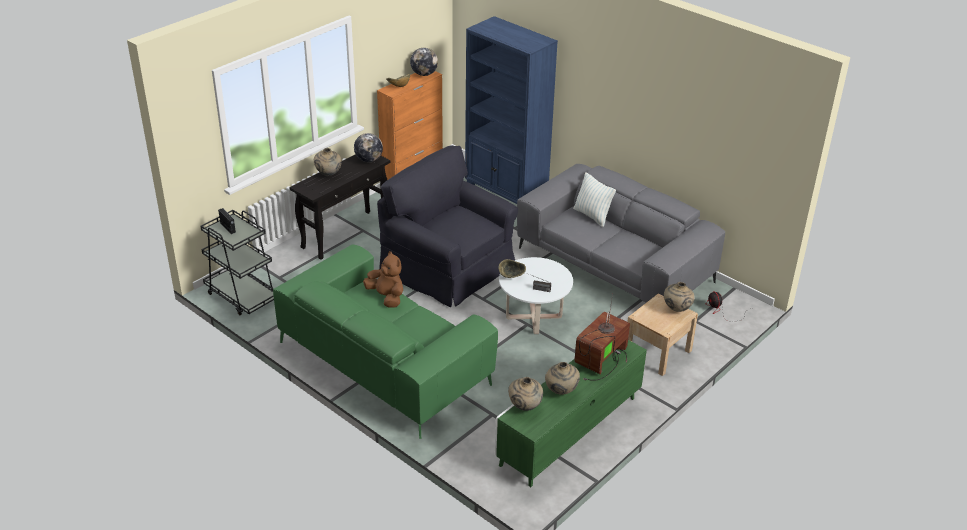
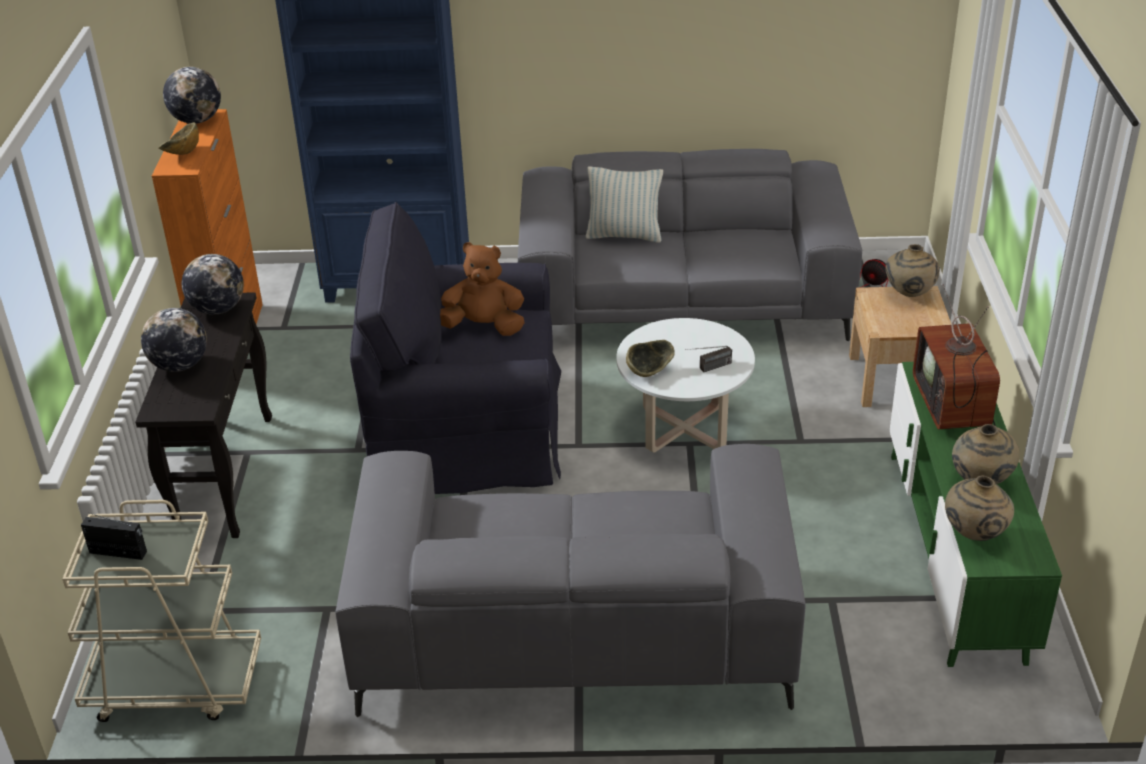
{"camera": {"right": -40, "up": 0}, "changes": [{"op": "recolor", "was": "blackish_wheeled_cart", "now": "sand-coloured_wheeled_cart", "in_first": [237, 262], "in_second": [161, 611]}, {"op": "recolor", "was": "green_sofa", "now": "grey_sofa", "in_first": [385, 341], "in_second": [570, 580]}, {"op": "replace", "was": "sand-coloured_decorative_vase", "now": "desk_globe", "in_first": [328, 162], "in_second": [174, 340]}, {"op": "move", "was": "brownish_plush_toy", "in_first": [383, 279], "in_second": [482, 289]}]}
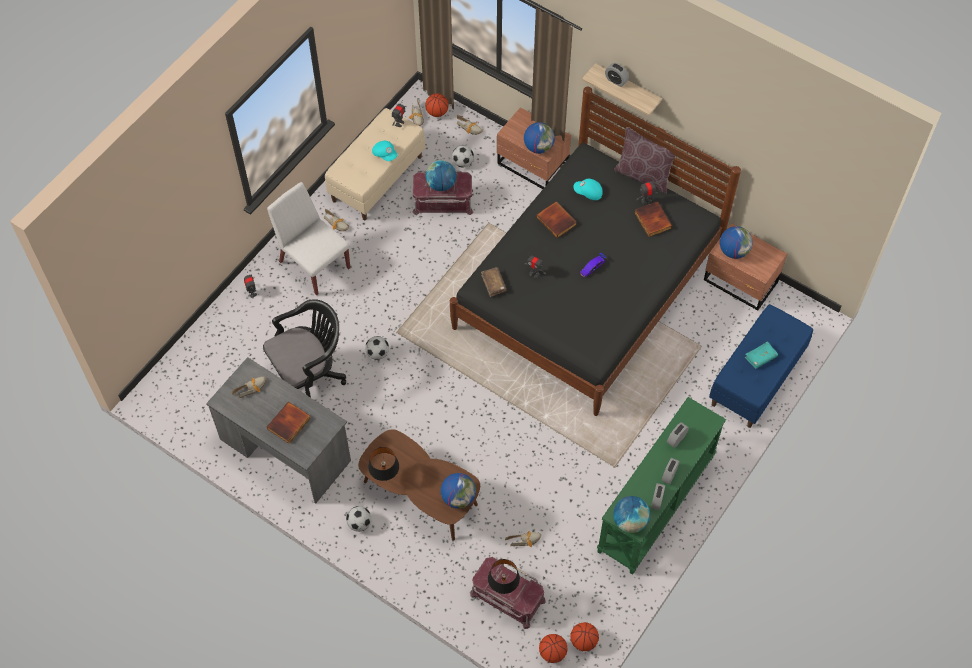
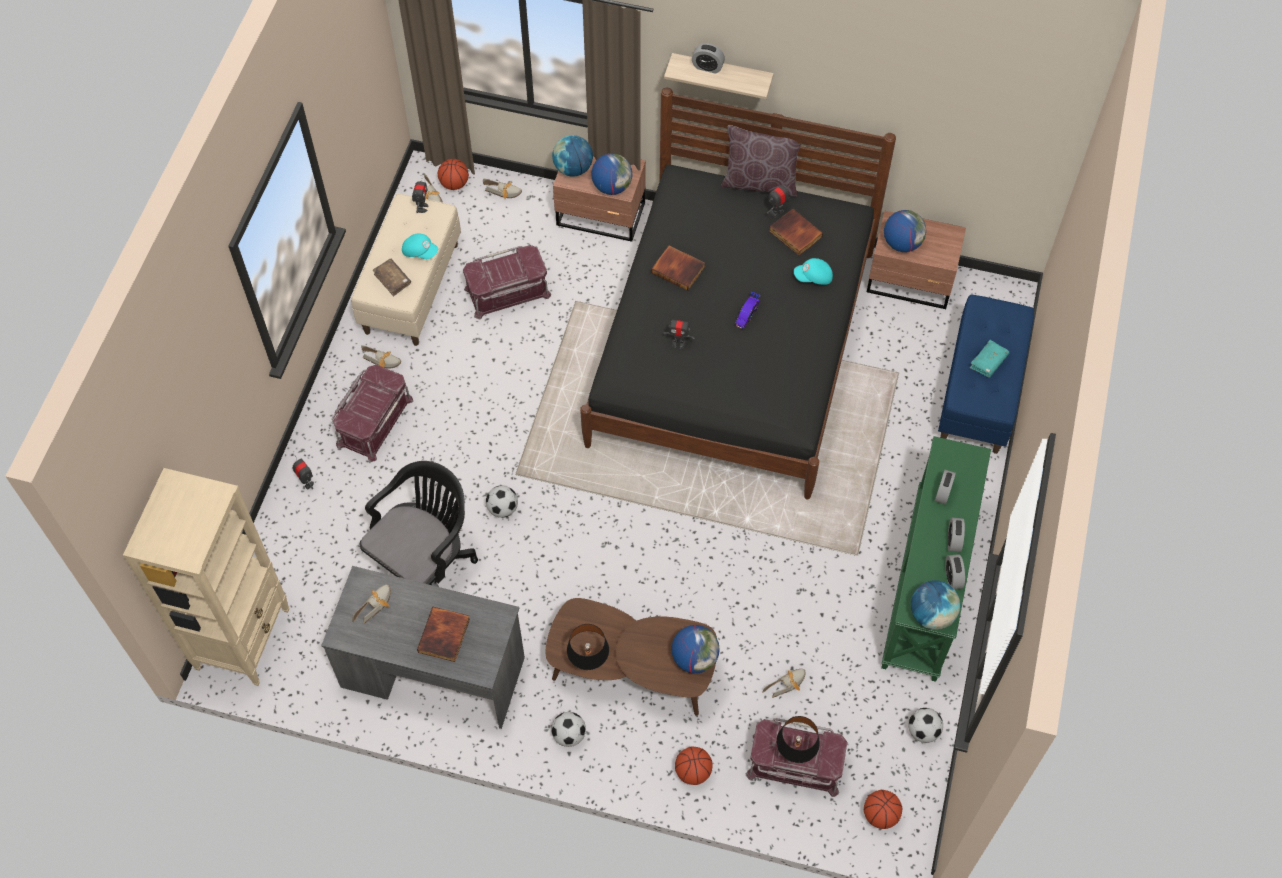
{"camera": {"right": -20, "up": 0}, "changes": [{"op": "replace", "was": "white_chair", "now": "red-coloured_storage_container", "in_first": [308, 239], "in_second": [372, 413]}, {"op": "move", "was": "desk_globe", "in_first": [441, 175], "in_second": [572, 156]}, {"op": "move", "was": "ball_for_football", "in_first": [463, 156], "in_second": [925, 725]}, {"op": "move", "was": "brownish_bound_book", "in_first": [494, 282], "in_second": [392, 278]}, {"op": "move", "was": "basketball_ball", "in_first": [584, 636], "in_second": [694, 766]}, {"op": "move", "was": "blue-green_baseball_cap", "in_first": [588, 189], "in_second": [813, 271]}, {"op": "insert", "now": "sand-coloured_shelving_unit", "in_second": [206, 577]}]}
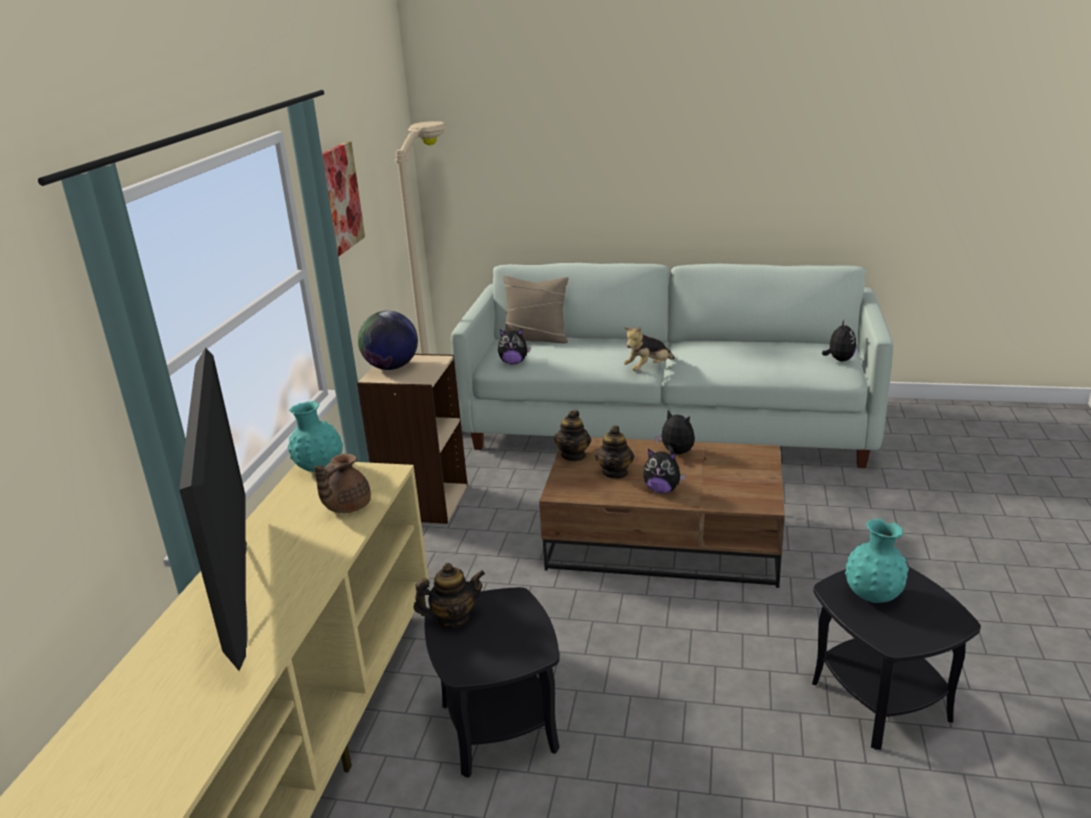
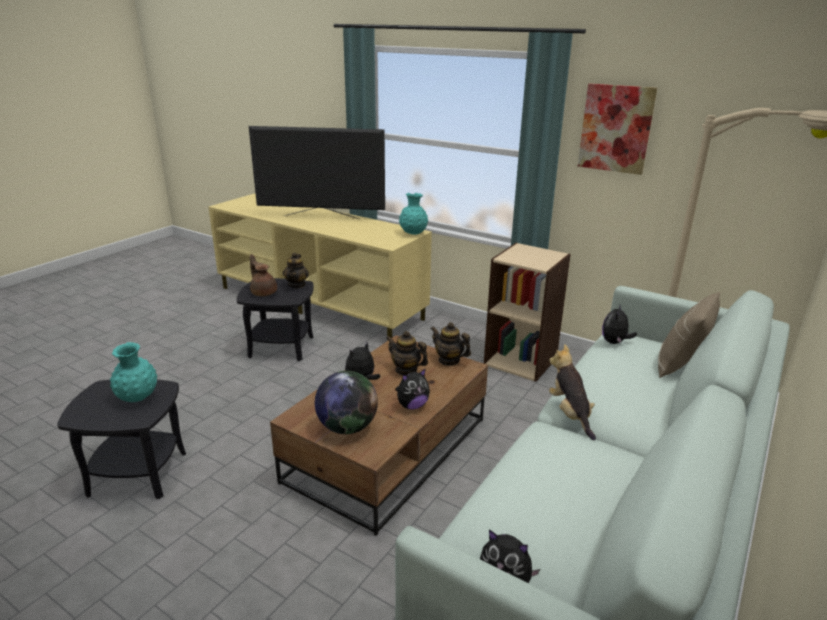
{"camera": {"right": 110, "up": 0}, "changes": [{"op": "move", "was": "brownish_teapot", "in_first": [342, 483], "in_second": [263, 275]}, {"op": "move", "was": "desk_globe", "in_first": [388, 340], "in_second": [346, 402]}]}
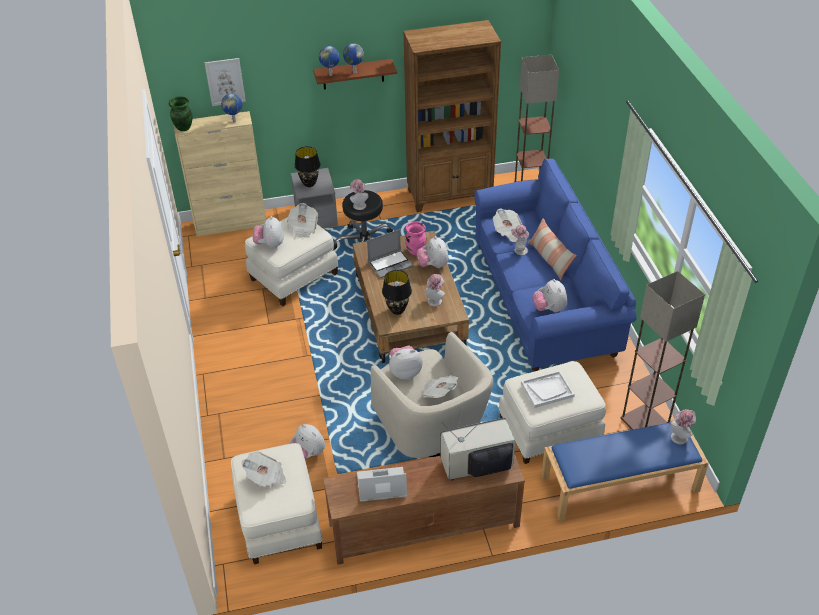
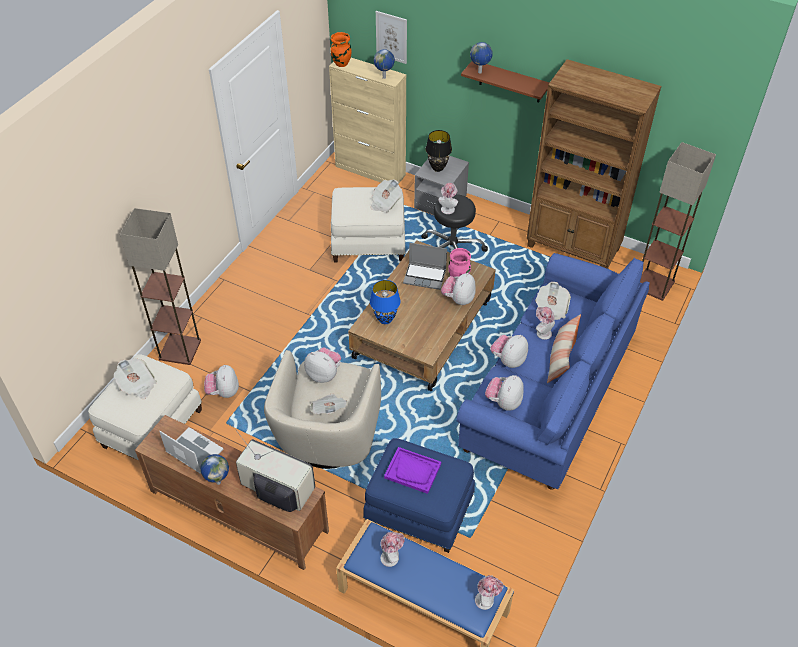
{"camera": {"right": 40, "up": 5}, "changes": [{"op": "recolor", "was": "green_decorative_vase", "now": "orange-coloured_decorative_vase", "in_first": [180, 113], "in_second": [341, 49]}, {"op": "move", "was": "plush_toy", "in_first": [268, 232], "in_second": [509, 351]}, {"op": "move", "was": "desk_globe", "in_first": [353, 58], "in_second": [214, 469]}, {"op": "recolor", "was": "blackish_tabletop_lamp", "now": "blue-coloured_tabletop_lamp", "in_first": [397, 292], "in_second": [385, 302]}, {"op": "move", "was": "clothing_hat", "in_first": [435, 290], "in_second": [392, 549]}, {"op": "recolor", "was": "white_footrest", "now": "blue-coloured_footrest", "in_first": [552, 412], "in_second": [419, 495]}, {"op": "recolor", "was": "white_tray", "now": "purple-coloured_tray", "in_first": [548, 389], "in_second": [412, 470]}, {"op": "move", "was": "standing_lamp", "in_first": [663, 350], "in_second": [160, 286]}]}
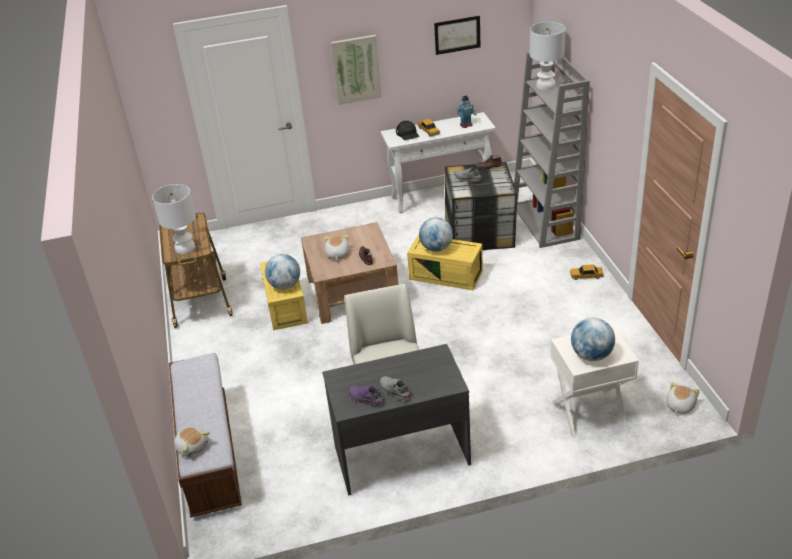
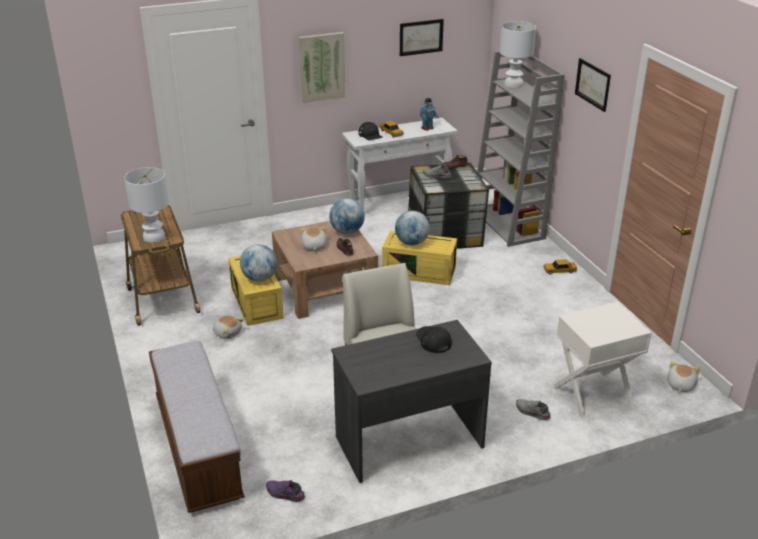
{"camera": {"right": -10, "up": -5}, "changes": [{"op": "move", "was": "plush_toy", "in_first": [192, 442], "in_second": [228, 327]}, {"op": "move", "was": "purple-coloured_low_shoe", "in_first": [366, 396], "in_second": [285, 491]}, {"op": "move", "was": "grey_low_shoe", "in_first": [395, 388], "in_second": [533, 409]}, {"op": "move", "was": "desk_globe", "in_first": [593, 339], "in_second": [347, 216]}, {"op": "insert", "now": "blackish_baseball_cap", "in_second": [434, 339]}, {"op": "insert", "now": "wall_art", "in_second": [593, 85]}]}
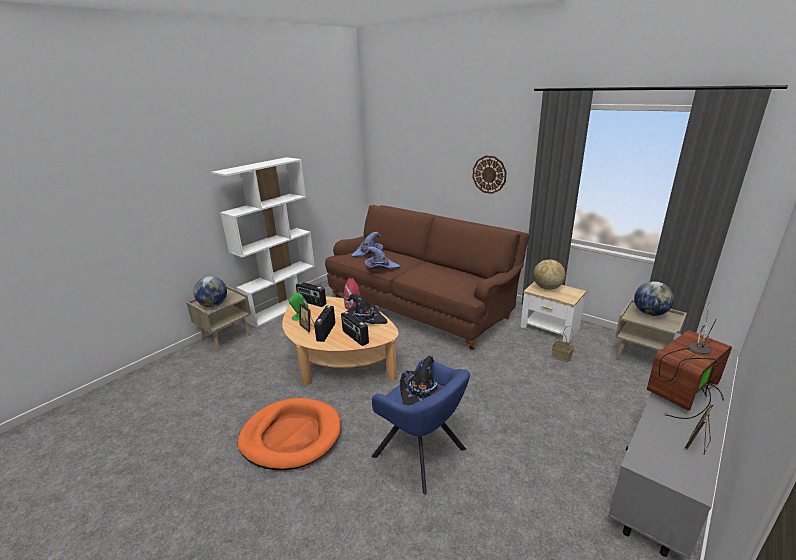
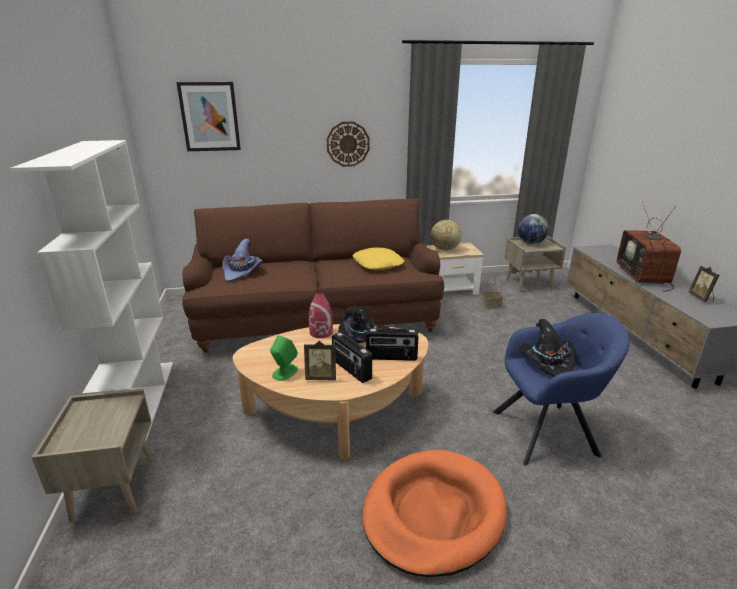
{"camera": {"right": -50, "up": 0}, "changes": [{"op": "delete", "was": "desk_globe", "in_first": [210, 291]}, {"op": "delete", "was": "radio_set", "in_first": [311, 294]}, {"op": "delete", "was": "purple-coloured_clothing_hat", "in_first": [382, 258]}, {"op": "insert", "now": "wall_art", "in_second": [208, 116]}, {"op": "insert", "now": "yellow-coloured_cushion", "in_second": [378, 259]}]}
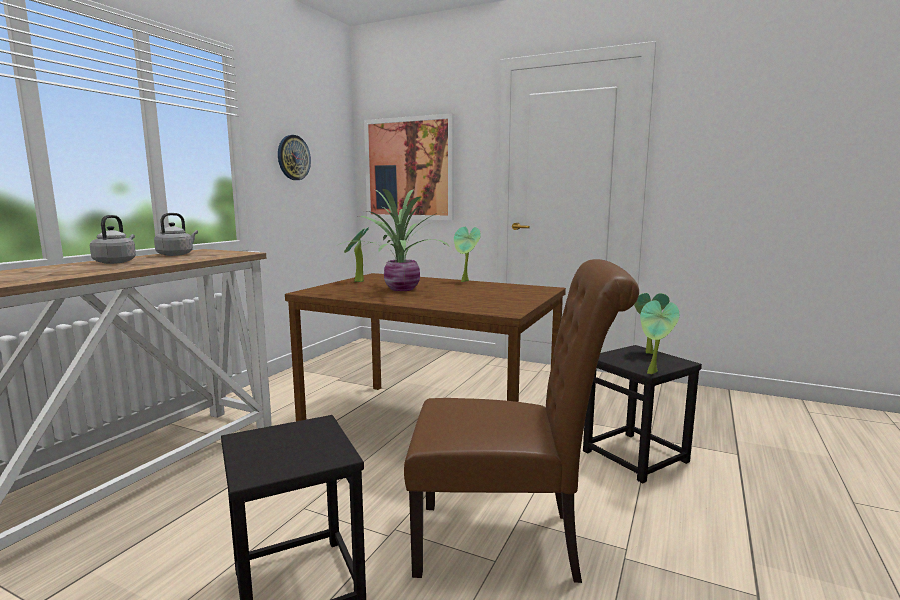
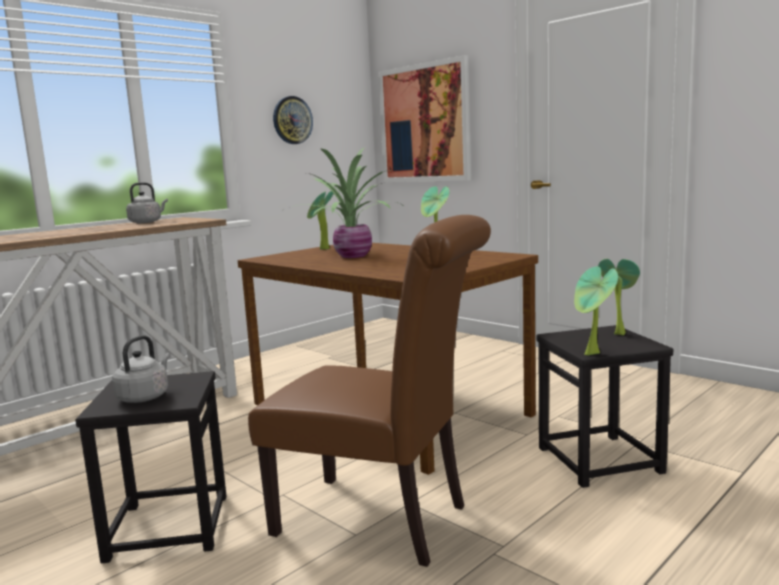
{"camera": {"right": 20, "up": 0}, "changes": [{"op": "move", "was": "grey_kettle", "in_first": [113, 239], "in_second": [141, 369]}]}
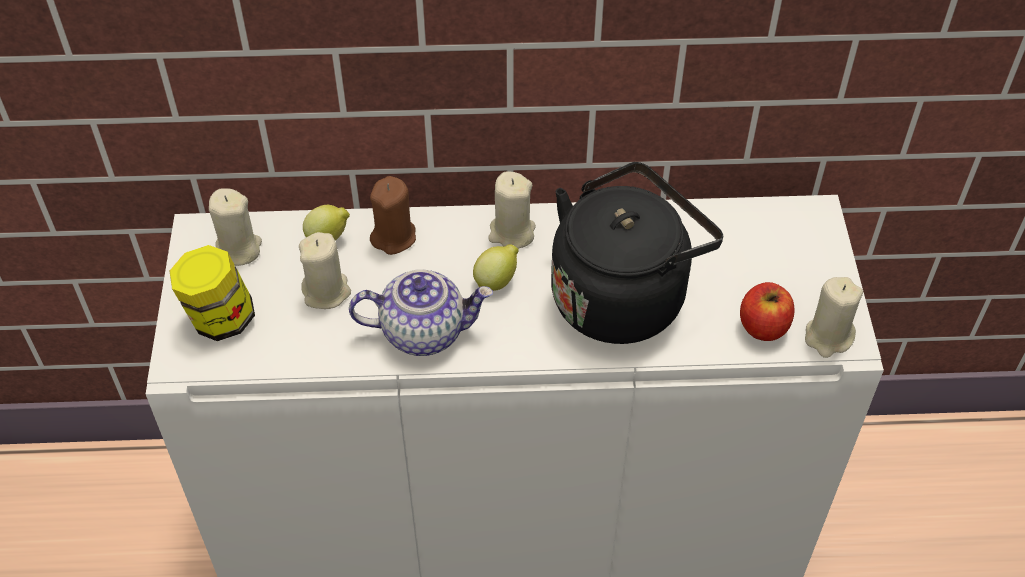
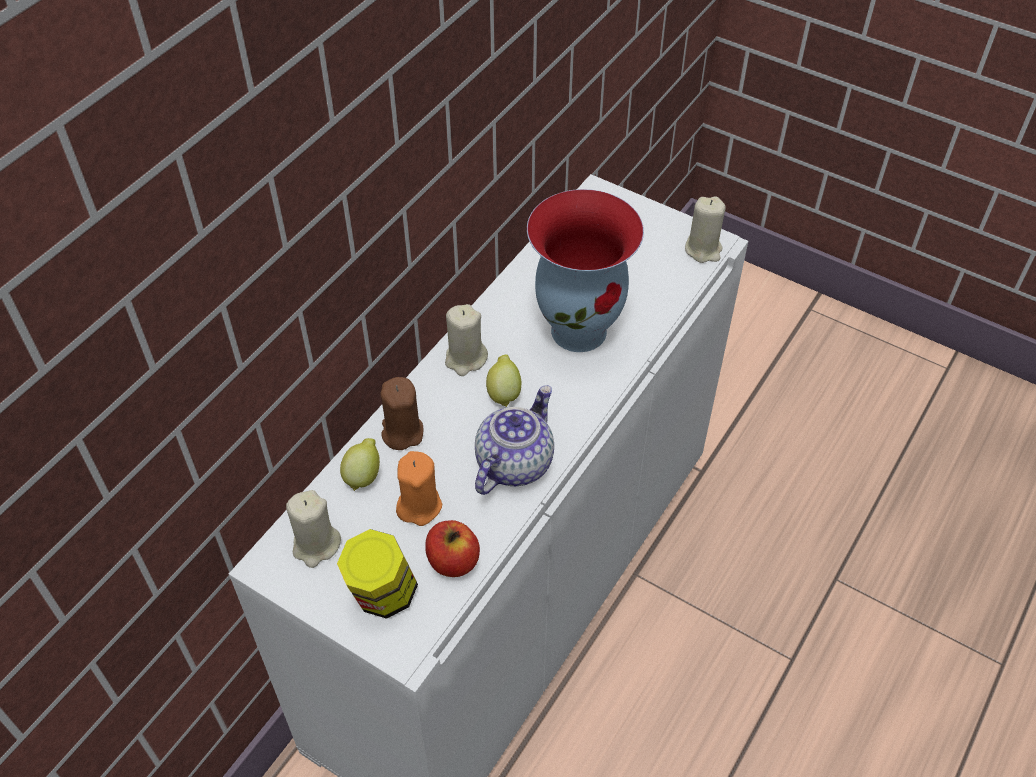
{"camera": {"right": -55, "up": 0}, "changes": [{"op": "recolor", "was": "sand-coloured_candle", "now": "orange-coloured_candle", "in_first": [325, 270], "in_second": [419, 488]}, {"op": "replace", "was": "blackish_kettle", "now": "decorative_vase", "in_first": [637, 253], "in_second": [585, 270]}, {"op": "move", "was": "whole_apple", "in_first": [767, 311], "in_second": [452, 548]}]}
